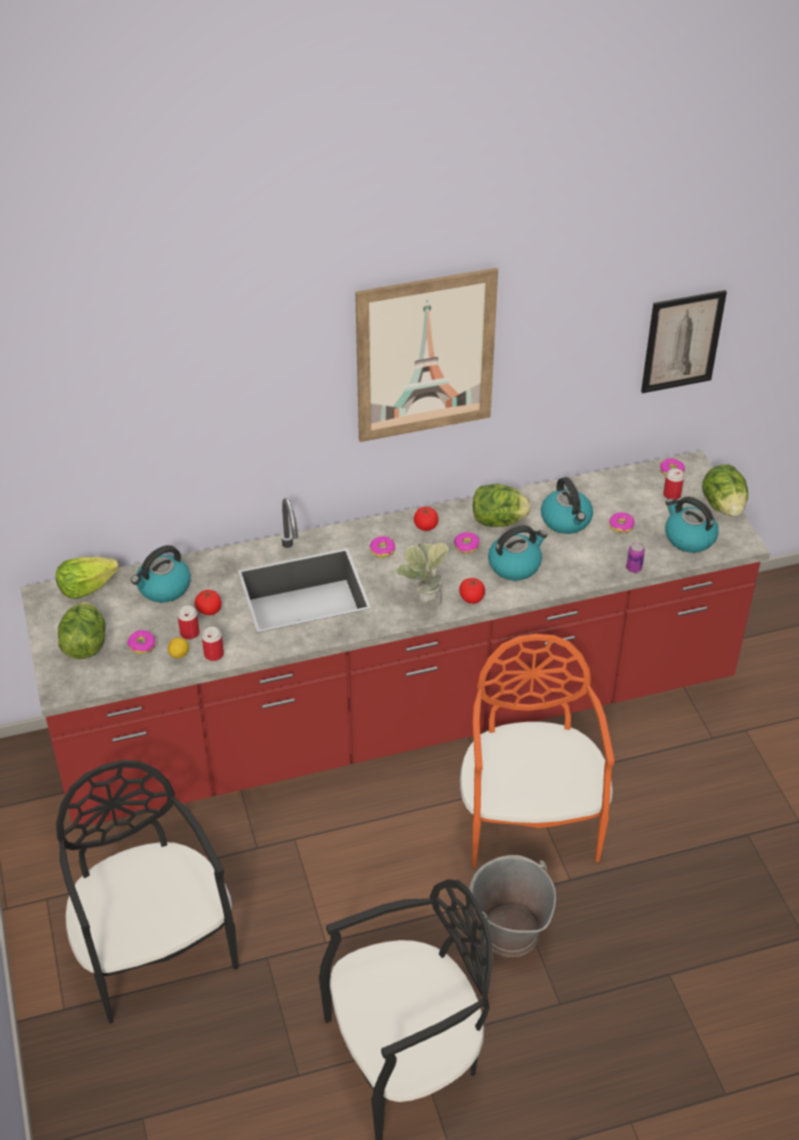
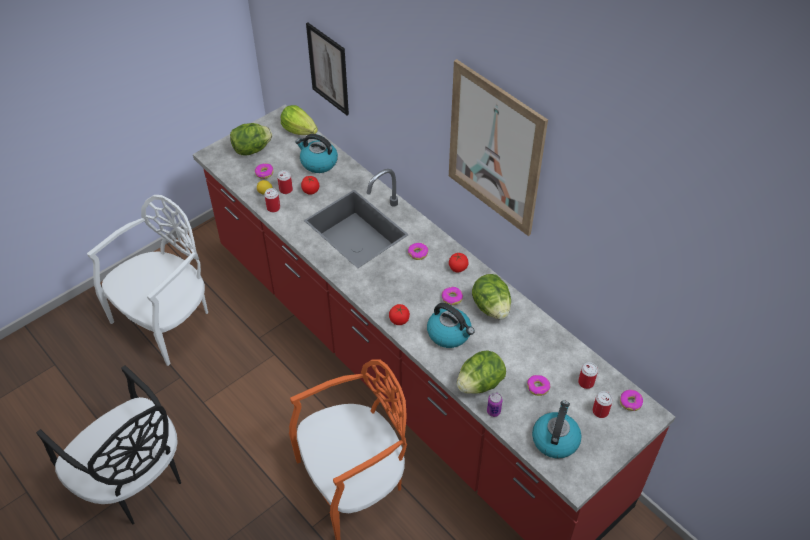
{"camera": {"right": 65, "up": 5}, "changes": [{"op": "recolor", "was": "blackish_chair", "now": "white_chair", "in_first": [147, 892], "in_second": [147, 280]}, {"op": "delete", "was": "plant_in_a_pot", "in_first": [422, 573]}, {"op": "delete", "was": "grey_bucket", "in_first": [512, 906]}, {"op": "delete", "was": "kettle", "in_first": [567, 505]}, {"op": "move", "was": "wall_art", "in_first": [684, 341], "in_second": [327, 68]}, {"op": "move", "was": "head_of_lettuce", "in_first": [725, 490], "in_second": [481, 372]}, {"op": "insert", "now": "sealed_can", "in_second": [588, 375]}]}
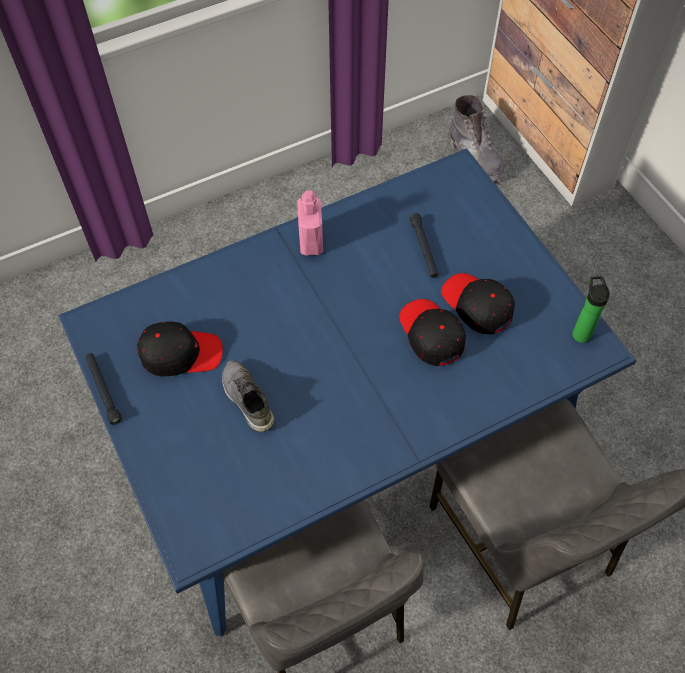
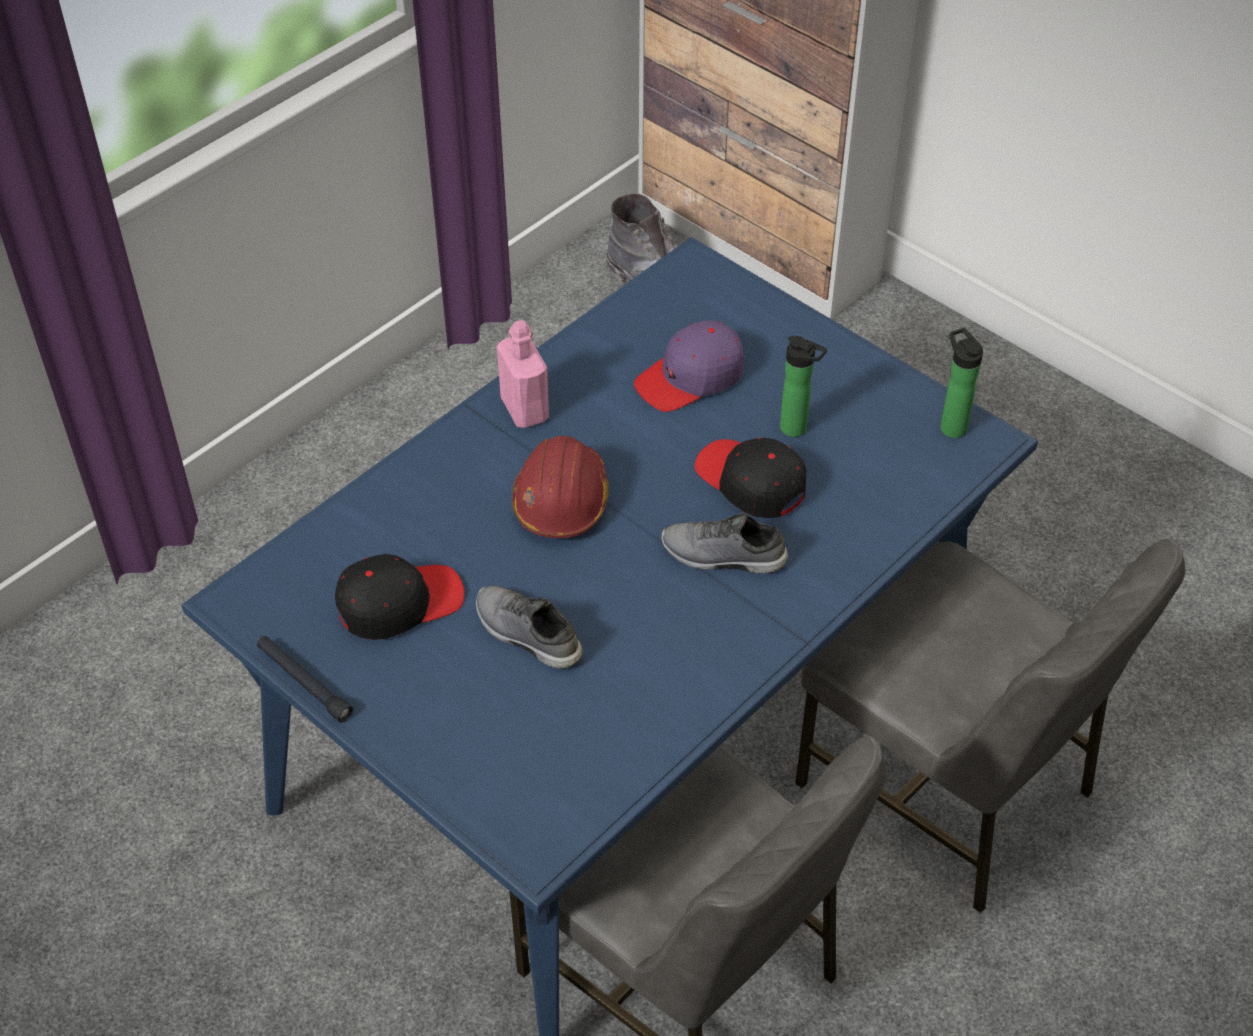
{"camera": {"right": -20, "up": -10}, "changes": [{"op": "replace", "was": "blackish_flashlight", "now": "purple-coloured_baseball_cap", "in_first": [423, 245], "in_second": [689, 366]}, {"op": "replace", "was": "blackish_baseball_cap", "now": "beverage_bottle", "in_first": [478, 303], "in_second": [803, 386]}, {"op": "insert", "now": "red-coloured_hard_hat", "in_second": [560, 487]}, {"op": "insert", "now": "grey_low_shoe", "in_second": [724, 543]}]}
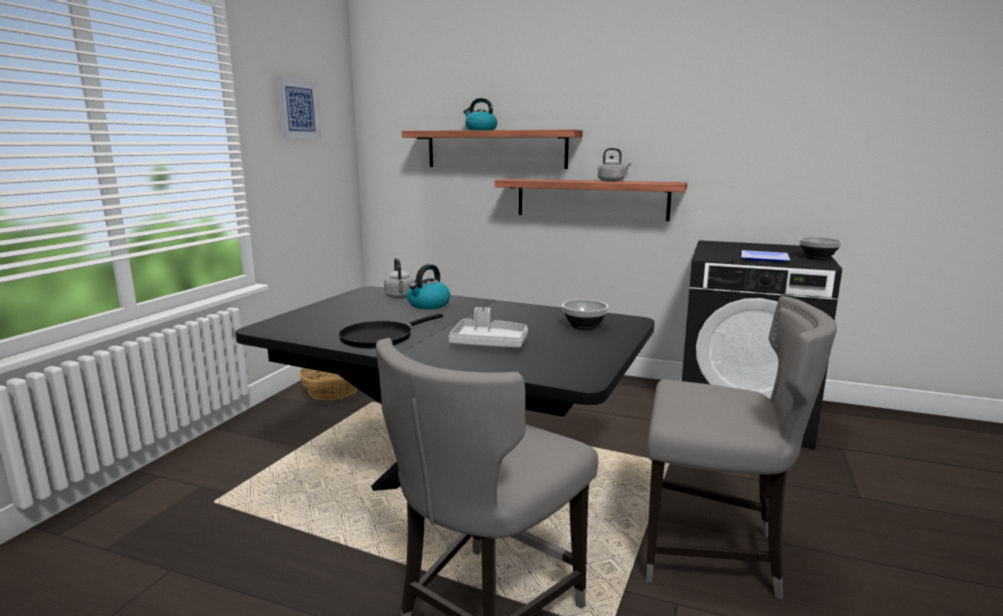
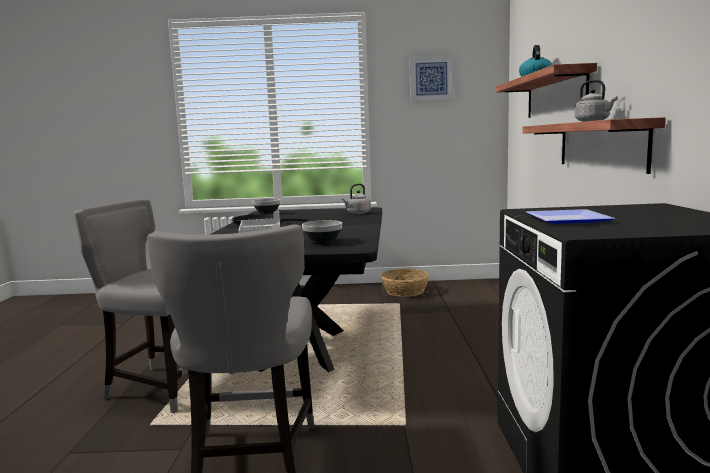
{"camera": {"right": 70, "up": -5}, "changes": [{"op": "delete", "was": "kettle", "in_first": [428, 286]}, {"op": "move", "was": "deep_dish", "in_first": [820, 248], "in_second": [266, 206]}]}
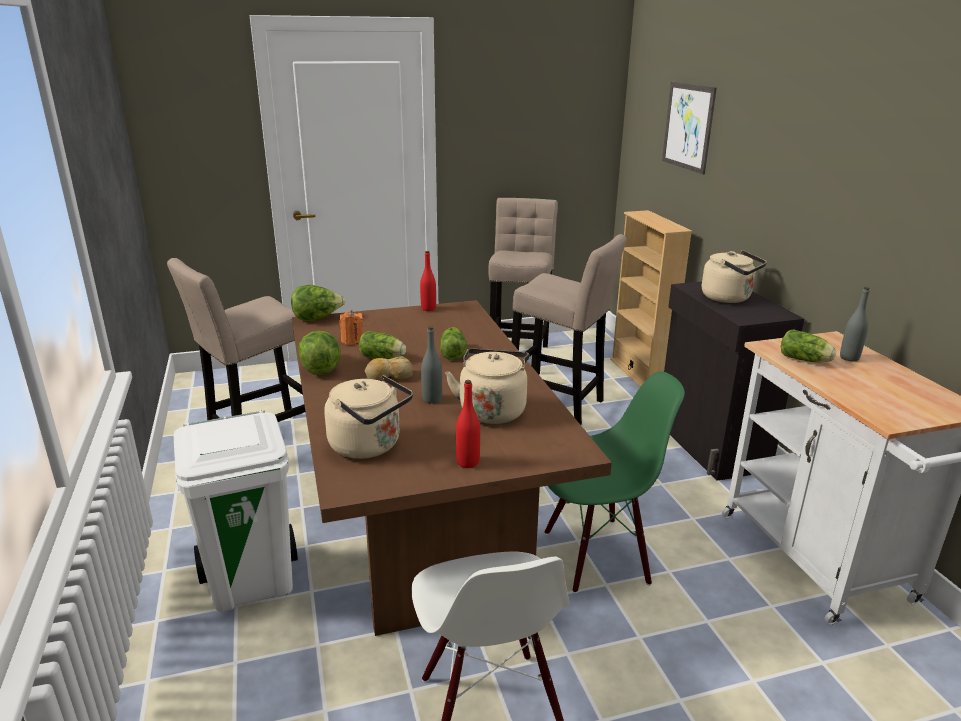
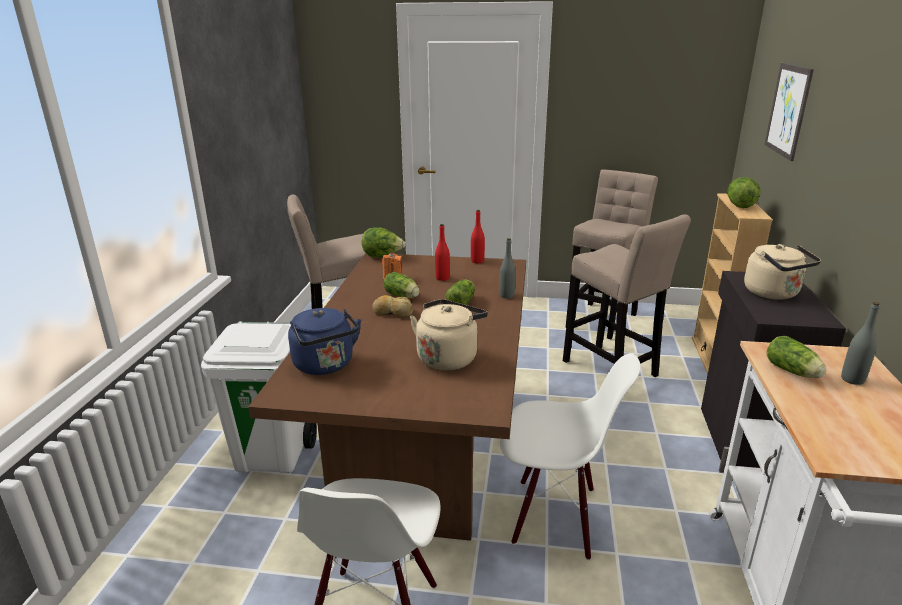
{"camera": {"right": 25, "up": 0}, "changes": [{"op": "move", "was": "head_of_lettuce", "in_first": [319, 353], "in_second": [743, 192]}, {"op": "recolor", "was": "sand-coloured_kettle", "now": "blue-coloured_kettle", "in_first": [368, 417], "in_second": [324, 341]}, {"op": "move", "was": "grey_beverage_bottle", "in_first": [431, 365], "in_second": [507, 268]}, {"op": "move", "was": "red-coloured_beverage_bottle", "in_first": [468, 424], "in_second": [442, 252]}, {"op": "recolor", "was": "green_chair", "now": "white_chair", "in_first": [614, 482], "in_second": [570, 456]}]}
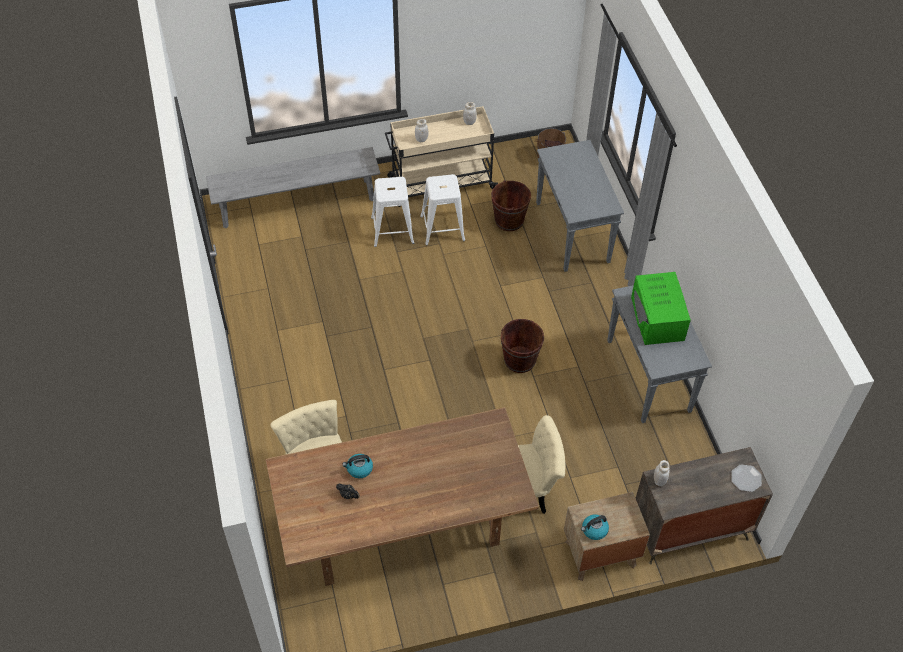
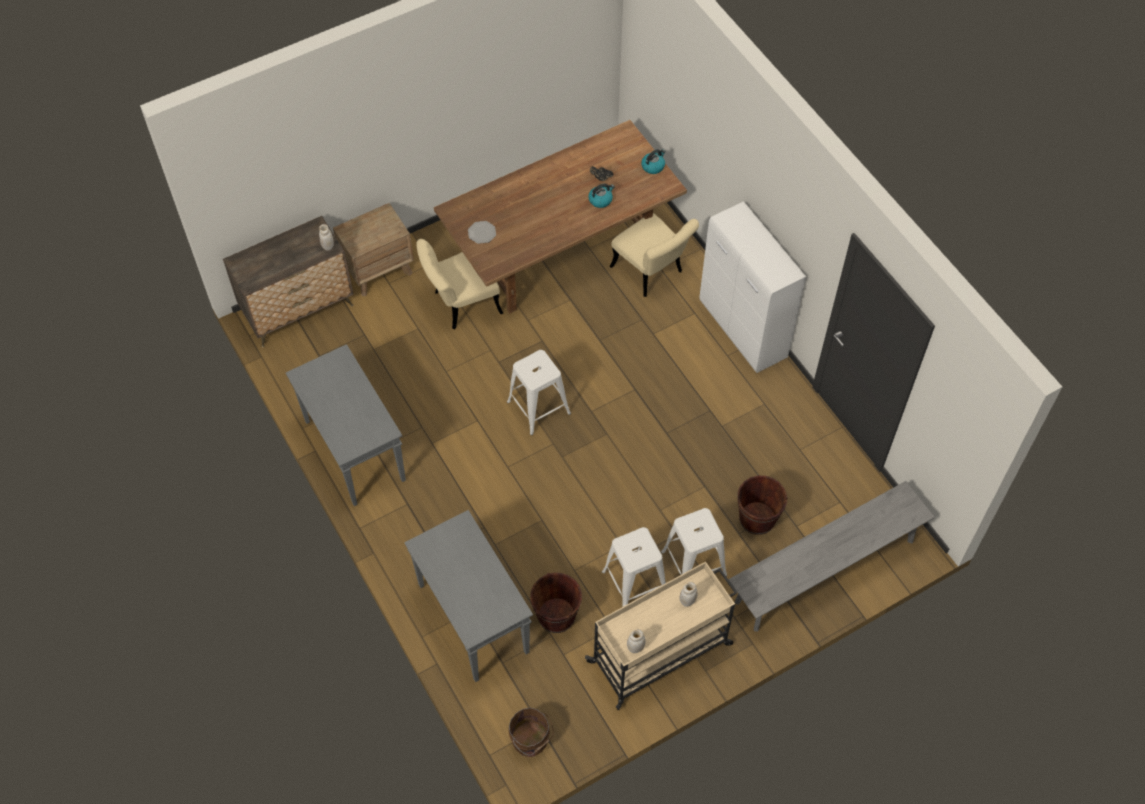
{"camera": {"right": 165, "up": 5}, "changes": [{"op": "move", "was": "brownish_bucket", "in_first": [522, 346], "in_second": [762, 505]}, {"op": "move", "was": "kettle", "in_first": [595, 527], "in_second": [653, 161]}, {"op": "delete", "was": "green_microwave", "in_first": [661, 308]}, {"op": "move", "was": "plate", "in_first": [746, 478], "in_second": [482, 232]}, {"op": "insert", "now": "white_stool", "in_second": [539, 392]}, {"op": "insert", "now": "white_storage_cabinet", "in_second": [752, 287]}]}
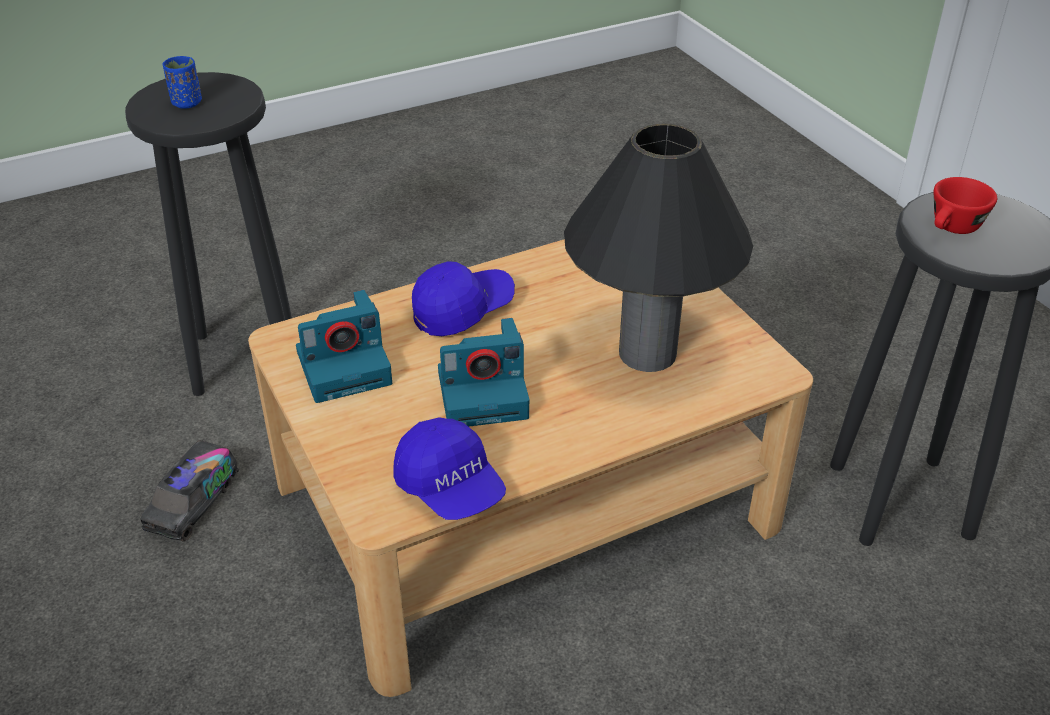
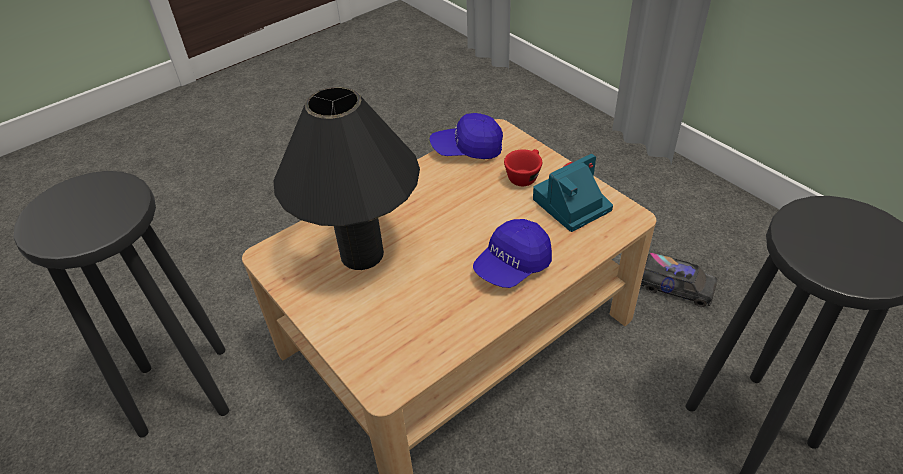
{"camera": {"right": 170, "up": 5}, "changes": [{"op": "rotate", "was": "toy_lorry", "in_first": [189, 491], "in_second": [679, 280], "clockwise": 105}, {"op": "delete", "was": "blue-coloured_drinking_cup", "in_first": [182, 82]}, {"op": "rotate", "was": "blue-coloured_baseball_cap", "in_first": [449, 468], "in_second": [466, 136], "clockwise": -45}, {"op": "delete", "was": "still_camera", "in_first": [483, 372]}, {"op": "move", "was": "red-coloured_drinking_cup", "in_first": [965, 205], "in_second": [523, 167]}]}
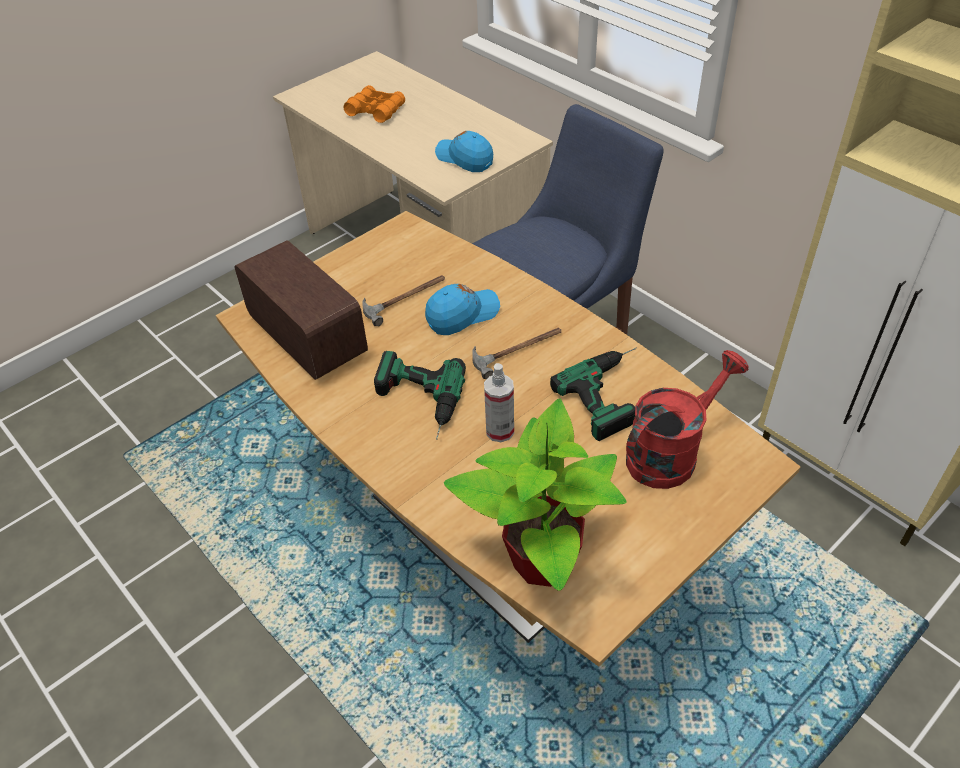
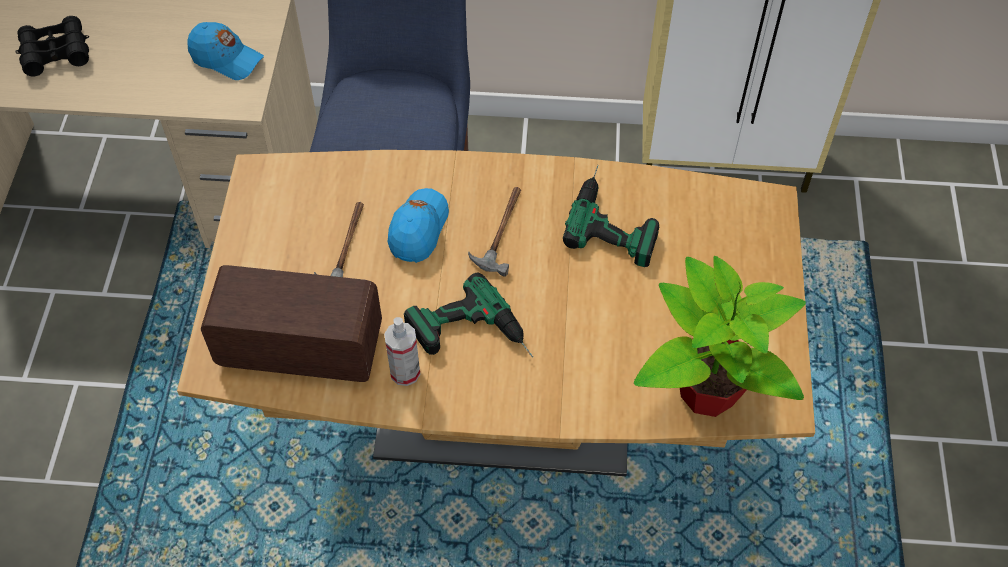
{"camera": {"right": -45, "up": 10}, "changes": [{"op": "recolor", "was": "orange-coloured_pair_of_binoculars", "now": "blackish_pair_of_binoculars", "in_first": [374, 104], "in_second": [52, 46]}, {"op": "rotate", "was": "blue-coloured_baseball_cap", "in_first": [464, 151], "in_second": [225, 51], "clockwise": -150}, {"op": "move", "was": "spray_bottle", "in_first": [499, 402], "in_second": [402, 351]}, {"op": "delete", "was": "red-coloured_watering_pot", "in_first": [687, 419]}]}
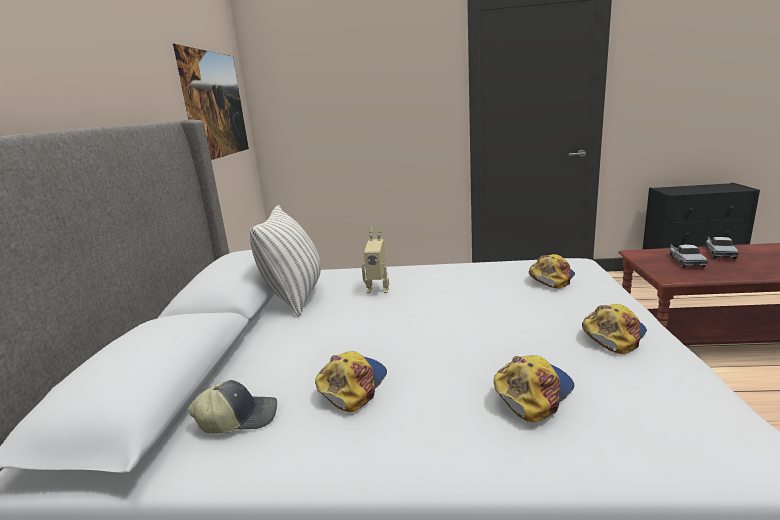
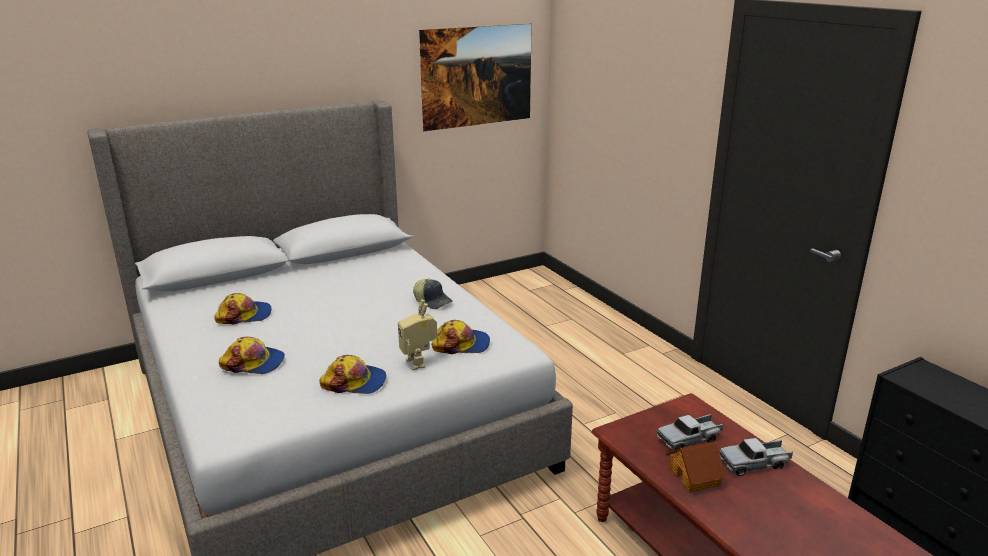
{"camera": {"right": 55, "up": 5}, "changes": [{"op": "move", "was": "baseball_cap", "in_first": [233, 407], "in_second": [433, 294]}, {"op": "delete", "was": "cushion", "in_first": [285, 261]}, {"op": "move", "was": "toy_robot", "in_first": [375, 259], "in_second": [417, 335]}, {"op": "insert", "now": "miniature_house", "in_second": [696, 466]}]}
